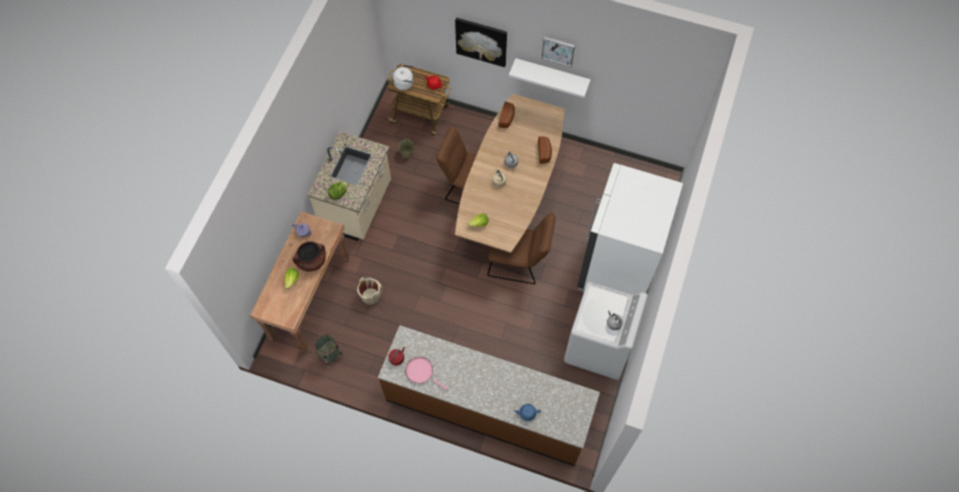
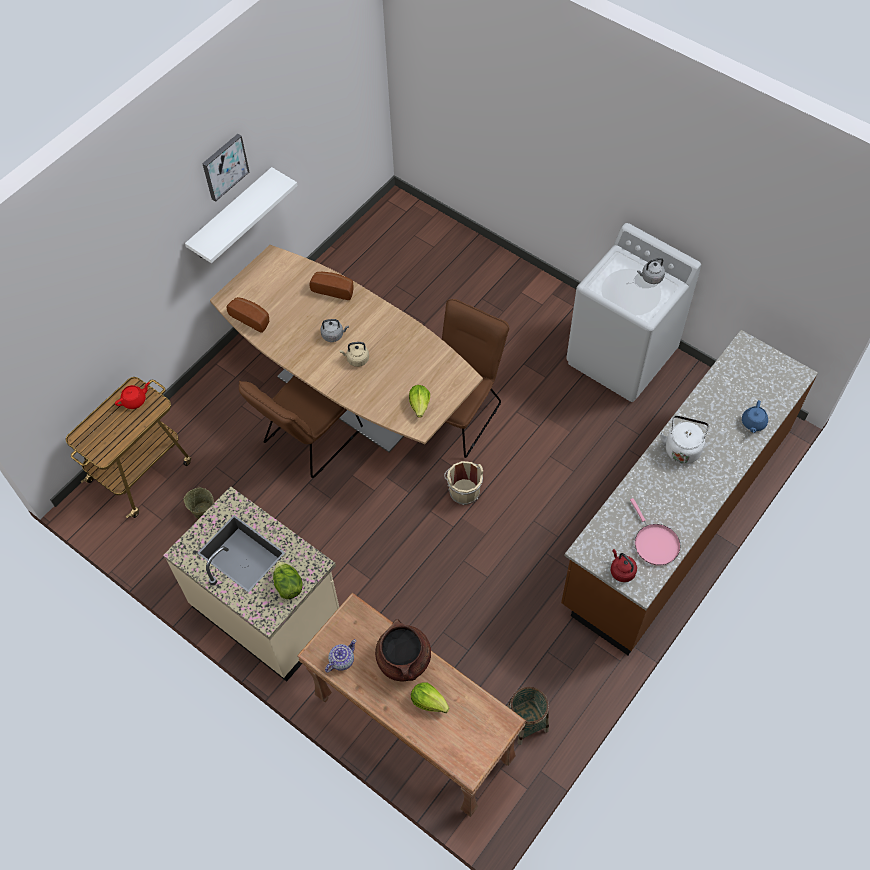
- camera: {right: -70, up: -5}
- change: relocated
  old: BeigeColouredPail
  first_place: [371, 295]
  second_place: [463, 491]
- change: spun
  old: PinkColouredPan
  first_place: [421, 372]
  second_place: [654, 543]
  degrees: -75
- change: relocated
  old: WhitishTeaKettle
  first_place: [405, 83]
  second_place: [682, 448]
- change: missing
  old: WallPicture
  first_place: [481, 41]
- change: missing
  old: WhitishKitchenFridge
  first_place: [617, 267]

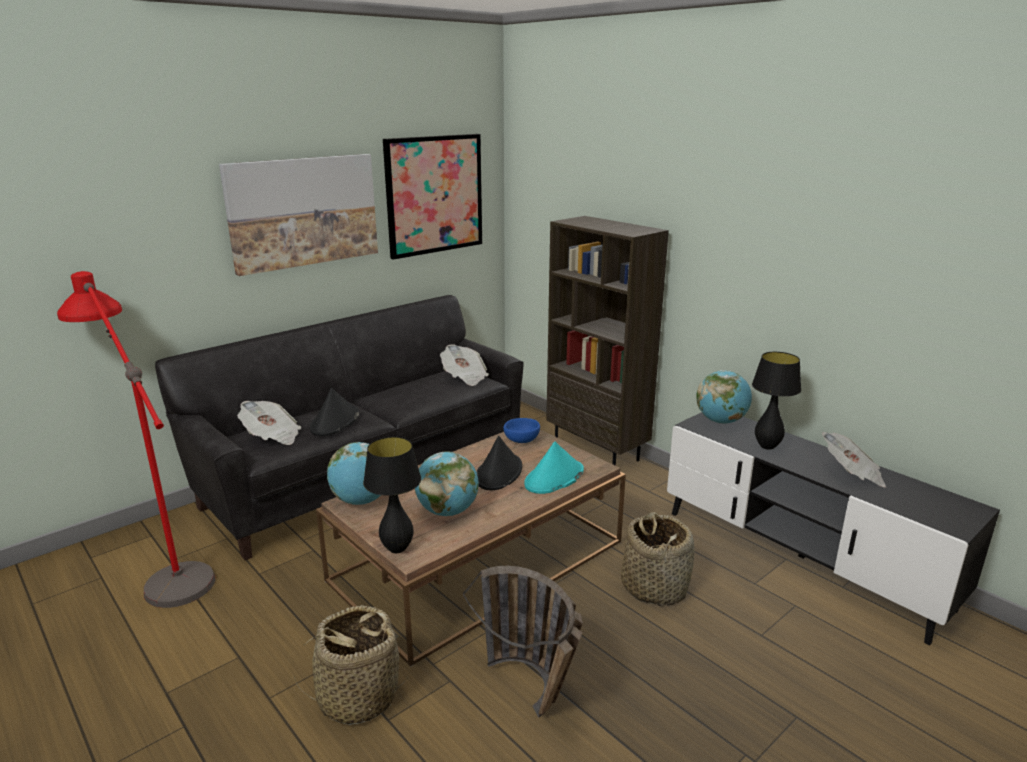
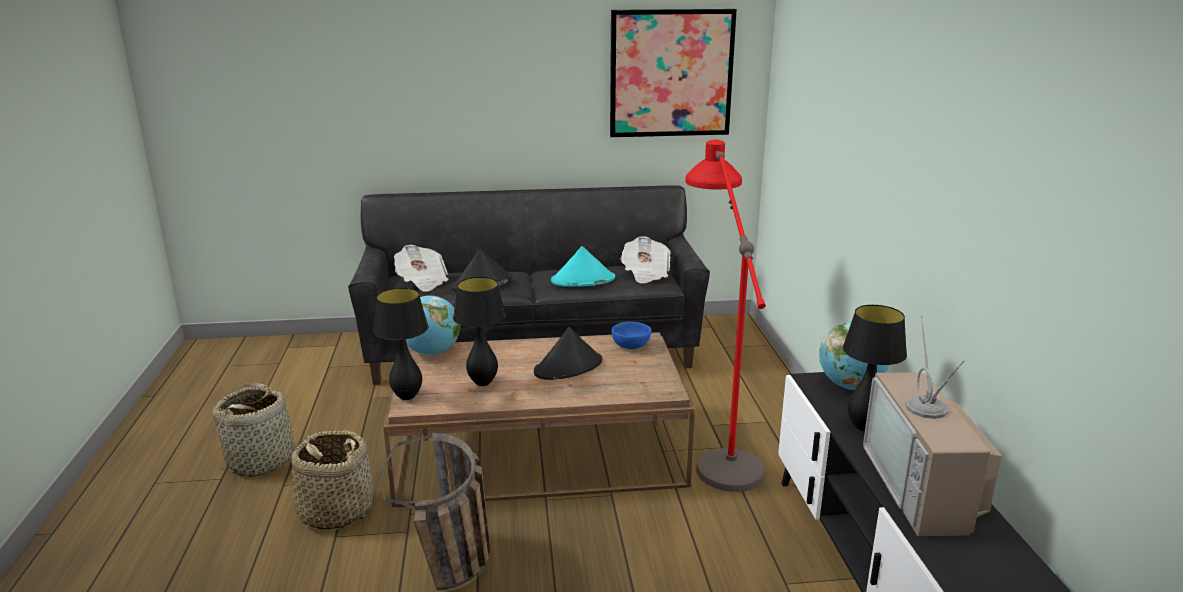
- camera: {right: 35, up: 0}
- change: relocated
  old: HouseholdBasket
  first_place: [654, 587]
  second_place: [261, 460]
- change: exchanged
  old: DeskGlobe
  new: BlackLampForATable
  first_place: [447, 511]
  second_place: [482, 382]
- change: relocated
  old: TurquoiseColouredClothingHat
  first_place: [554, 478]
  second_place: [583, 280]
- change: relocated
  old: ReddishFloorLamp
  first_place: [164, 564]
  second_place: [717, 445]
- change: exchanged
  old: Newspaper
  new: Television
  first_place: [851, 474]
  second_place: [924, 488]
- change: missing
  old: WallPicture
  first_place: [303, 211]
- change: missing
  old: BrownBookshelf
  first_place: [597, 452]

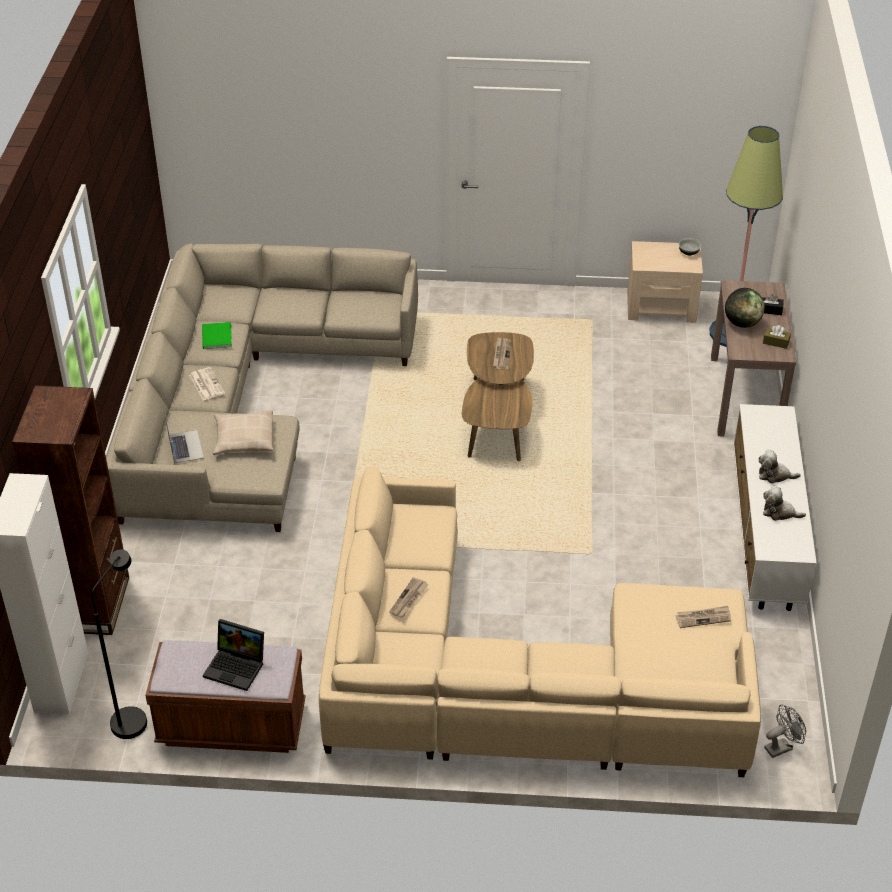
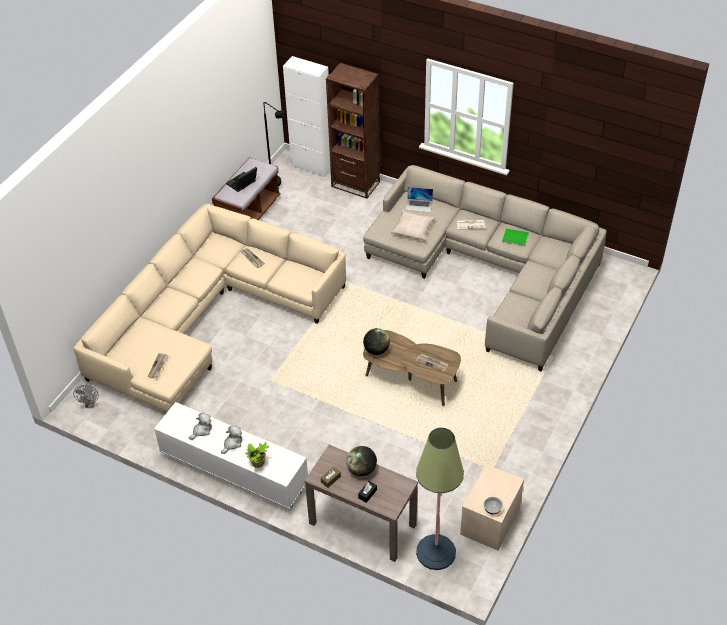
- camera: {right: 115, up: 5}
- change: appeared
  new: PlantInAPot
  second_place: [258, 463]
- change: appeared
  new: DeskGlobe
  second_place: [376, 350]

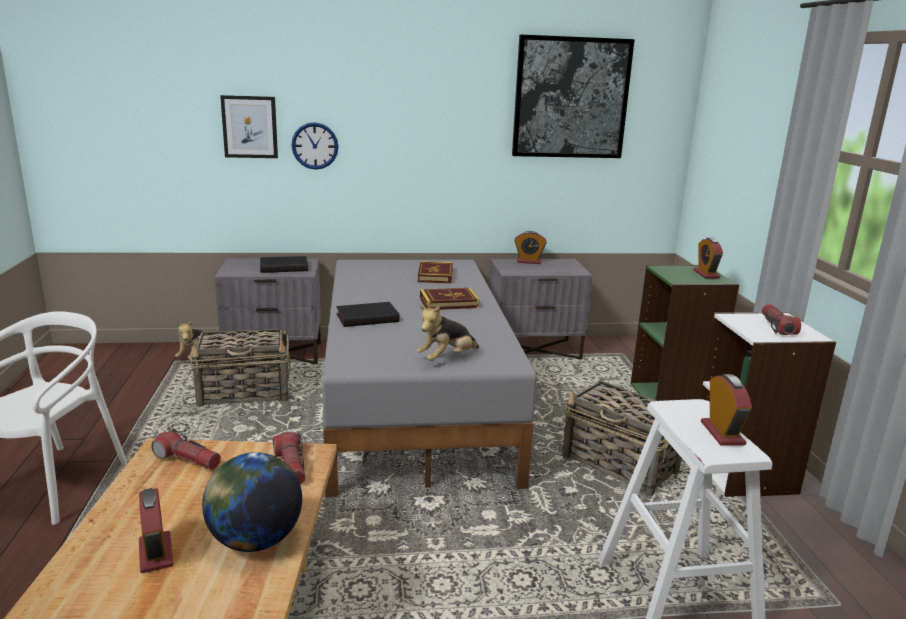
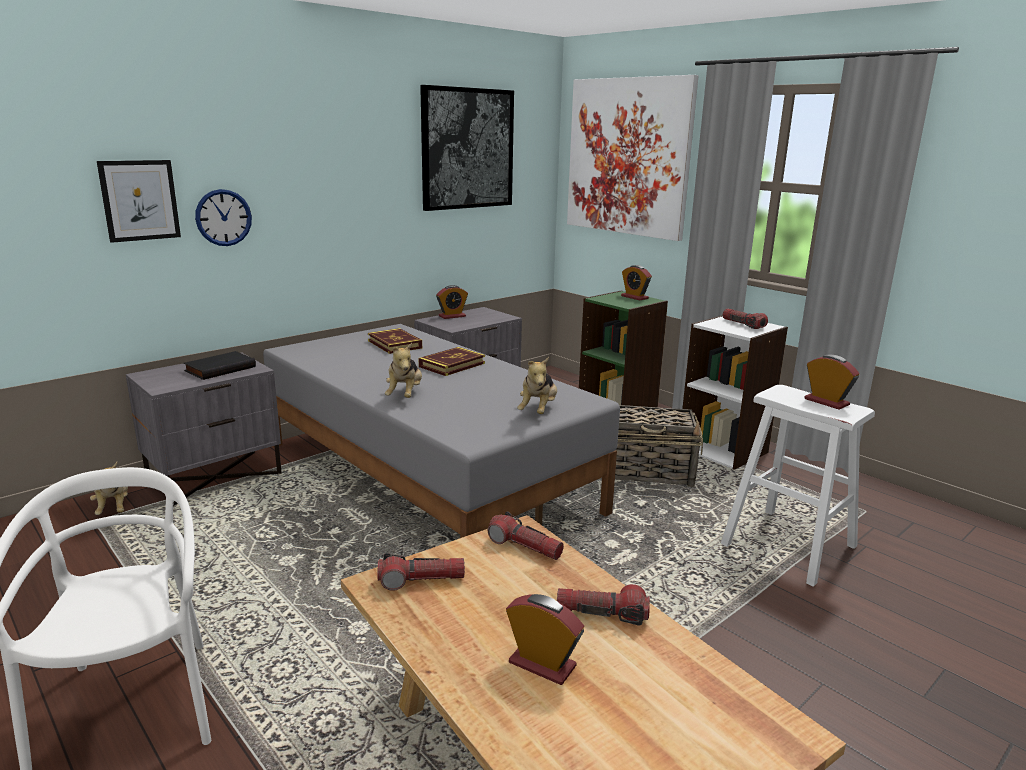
- camera: {right: -35, up: 0}
- change: exchanged
  old: BlackBoundBook
  new: SoftToy
  first_place: [367, 317]
  second_place: [405, 395]
- change: exchanged
  old: DeskGlobe
  new: Torch
  first_place: [255, 540]
  second_place: [602, 614]
- change: appeared
  new: WallPicture
  second_place: [628, 157]
- change: missing
  old: HouseholdBasket
  first_place: [245, 393]

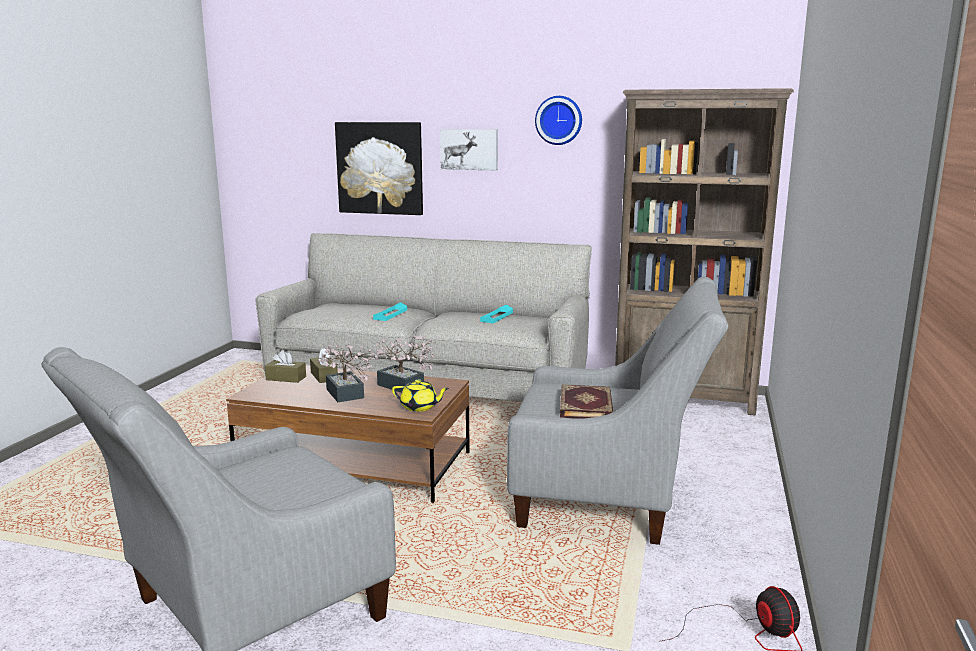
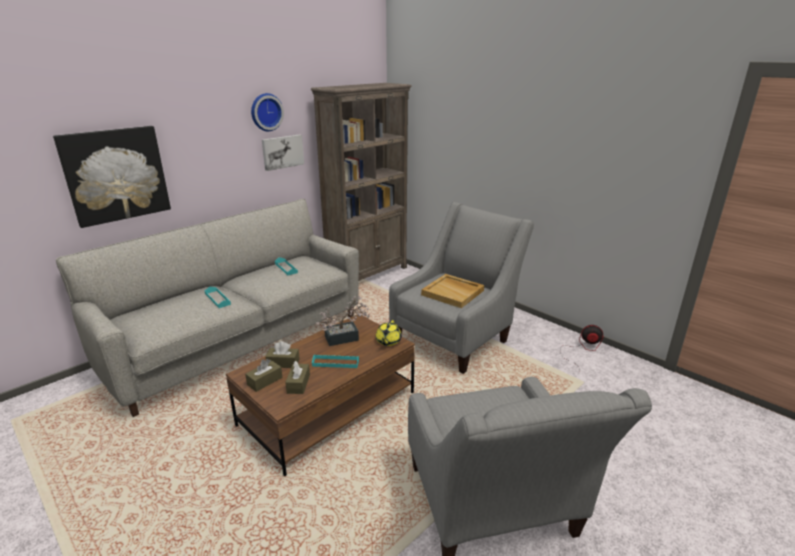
- camera: {right: -60, up: 10}
- change: relocated
  old: WallPicture
  first_place: [469, 149]
  second_place: [282, 152]
- change: appeared
  new: BrownBoxOfTissues
  second_place: [298, 384]
- change: exchanged
  old: PlantInAPot
  new: TurquoiseColouredTray
  first_place: [346, 395]
  second_place: [335, 363]
- change: spun
  old: YellowishPotForTea
  first_place: [419, 407]
  second_place: [388, 341]
  degrees: 150
- change: exchanged
  old: BoundBook
  new: BeigeColouredTray
  first_place: [587, 406]
  second_place: [453, 292]

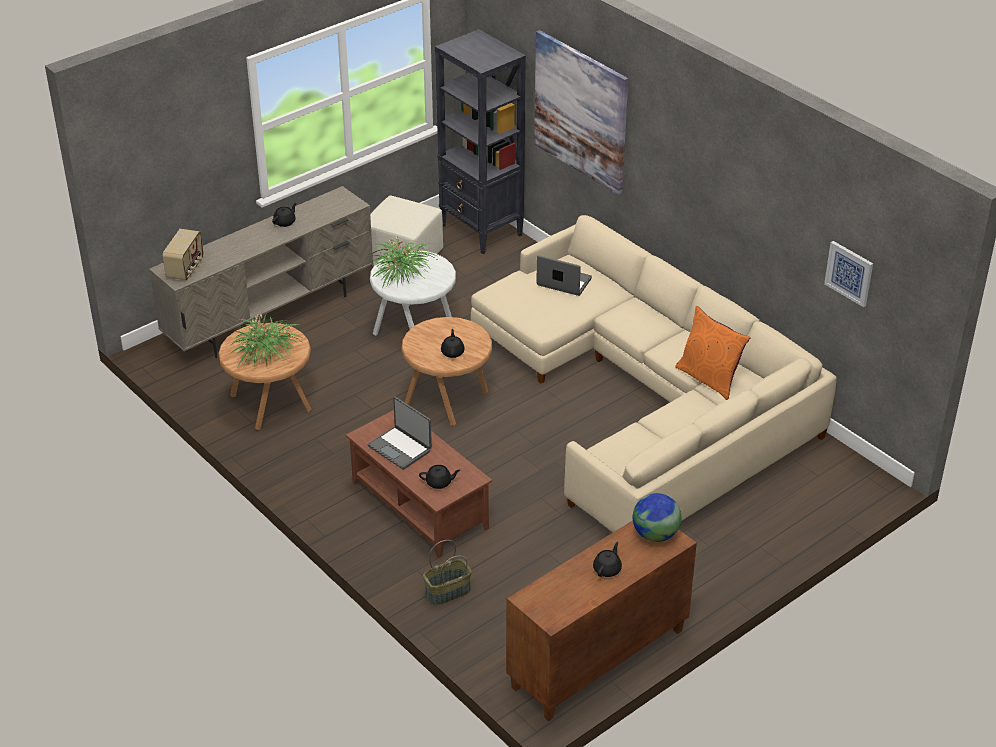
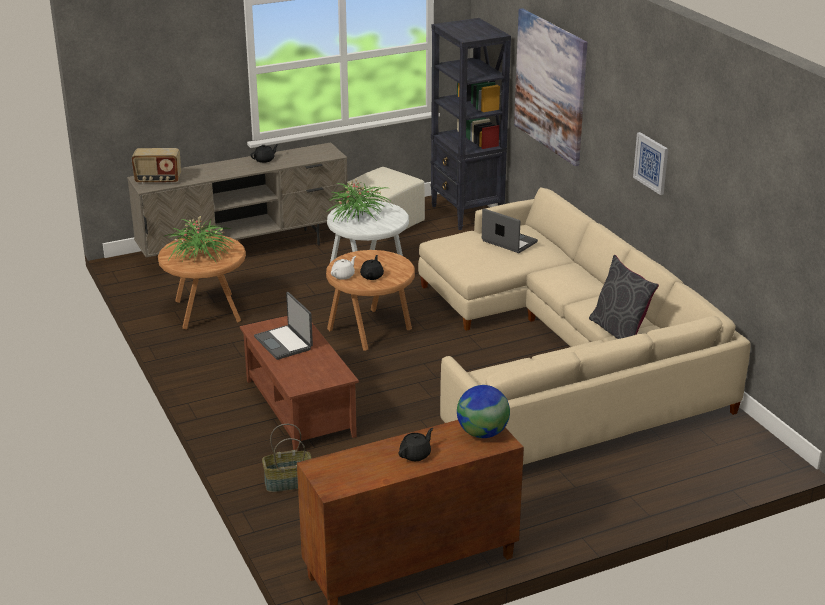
- camera: {right: 15, up: -10}
- change: spun
  old: Radio
  first_place: [186, 269]
  second_place: [158, 180]
  degrees: 60
- change: appeared
  new: WhitishPotForTea
  second_place: [343, 275]
- change: colour
  old: OrangeyThrowPillow
  new: GreyishThrowPillow
  first_place: [709, 378]
  second_place: [619, 332]
- change: relocated
  old: WallPicture
  first_place: [849, 273]
  second_place: [651, 163]
- change: missing
  old: BlackPotForTea
  first_place: [439, 482]

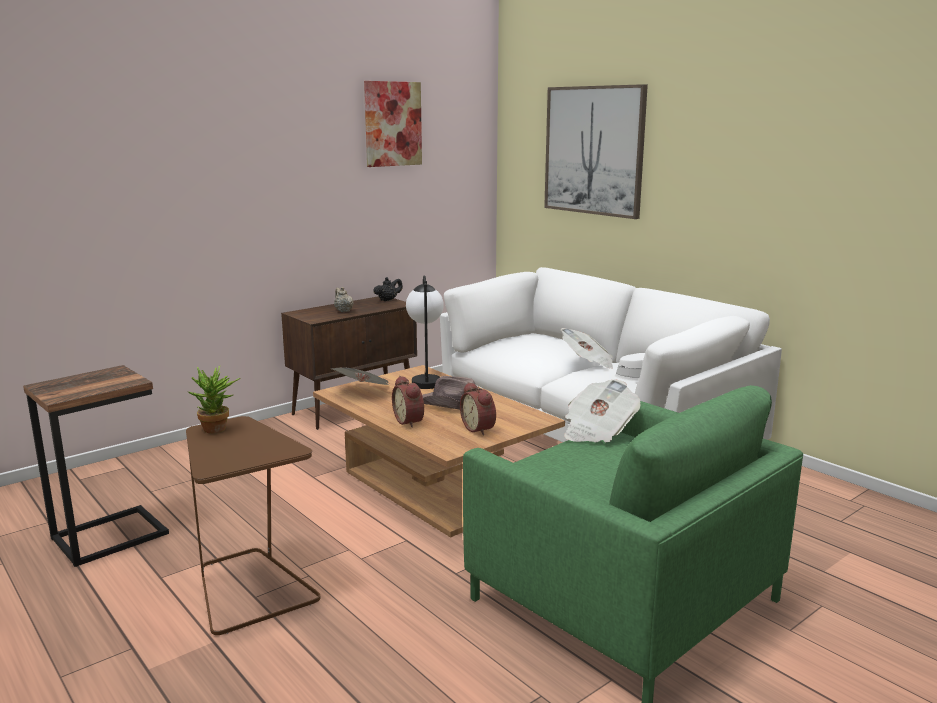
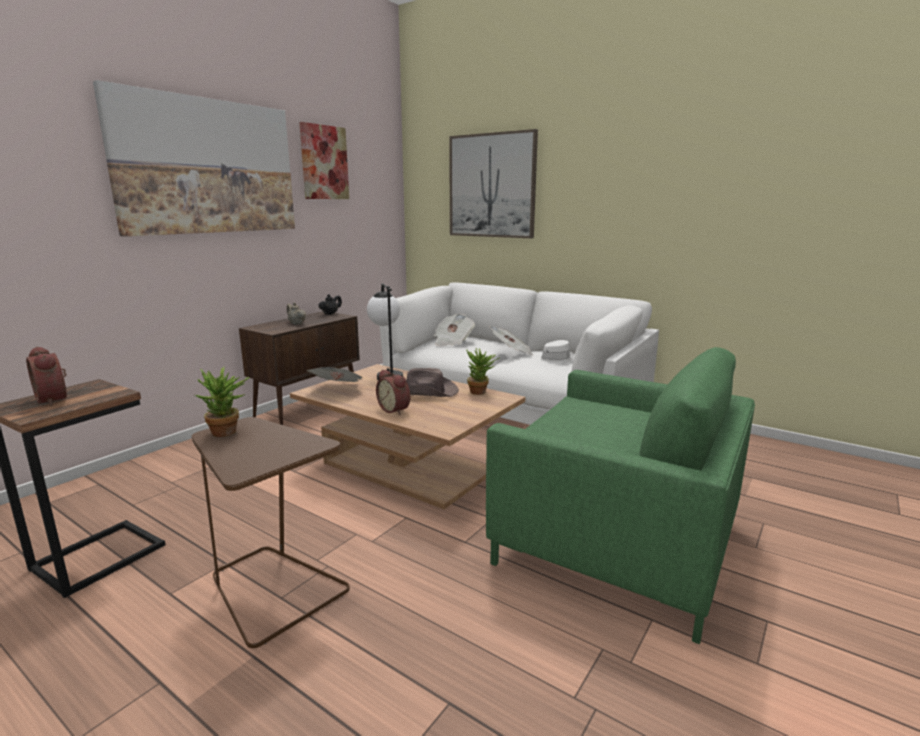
- camera: {right: -15, up: 0}
- change: relocated
  old: BedsideClock
  first_place: [480, 429]
  second_place: [55, 399]
- change: appeared
  new: WallPicture
  second_place: [208, 167]
- change: relocated
  old: Newspaper
  first_place: [597, 431]
  second_place: [452, 341]
- change: appeared
  new: PlantInAPot
  second_place: [481, 392]

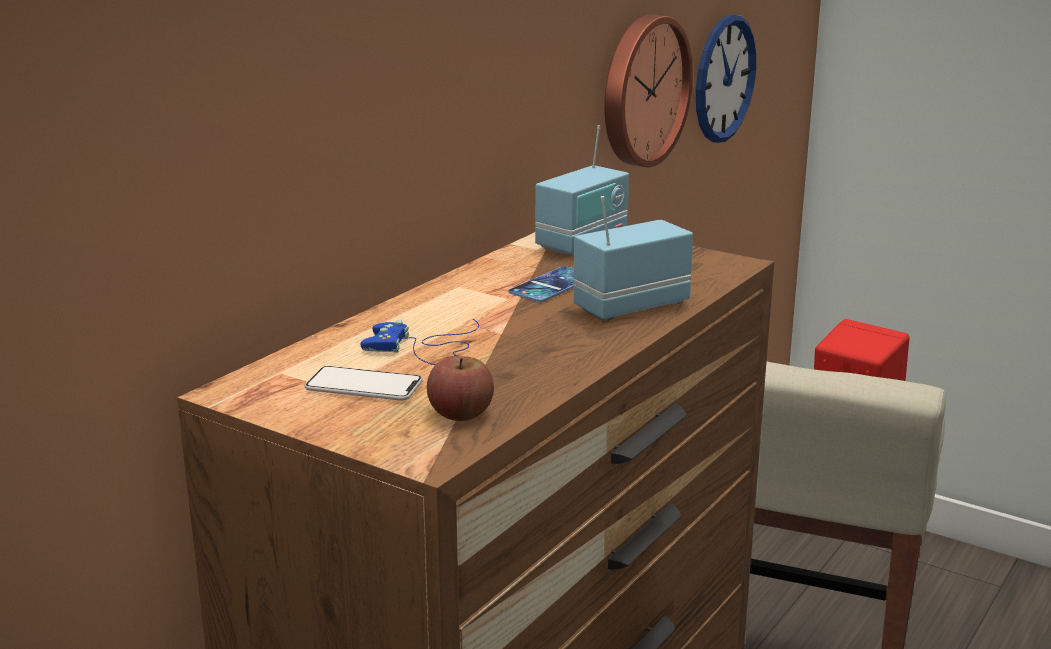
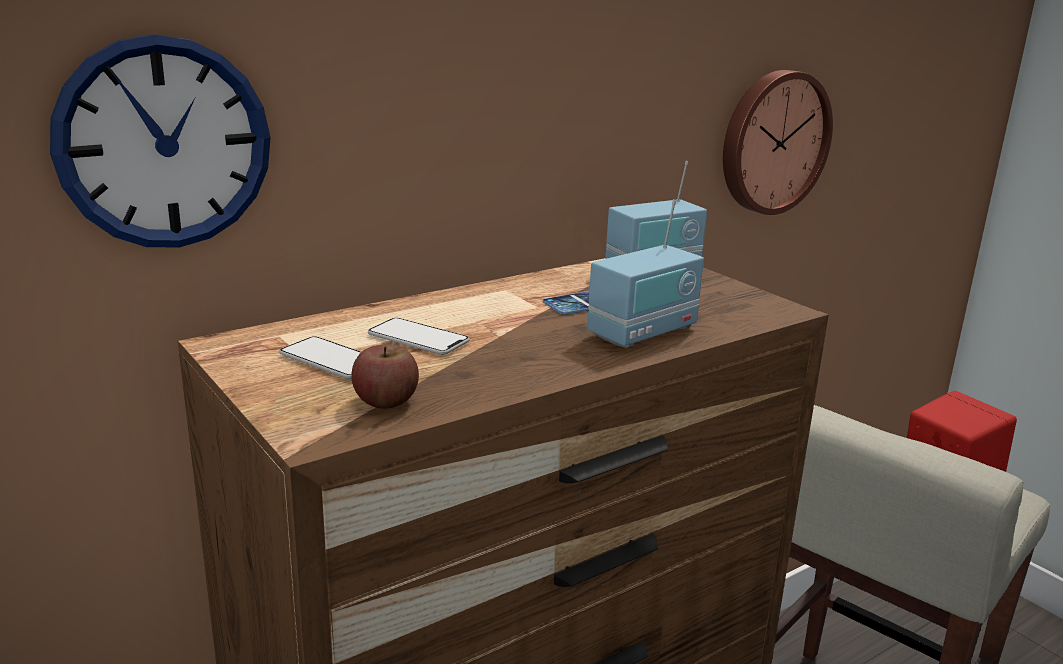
- camera: {right: 20, up: 0}
- change: relocated
  old: HangingClock
  first_place: [724, 79]
  second_place: [165, 144]
- change: exchanged
  old: BluishGamepad
  new: Phone
  first_place: [426, 350]
  second_place: [418, 338]
- change: spun
  old: Radio
  first_place: [630, 306]
  second_place: [643, 332]
  degrees: 150

